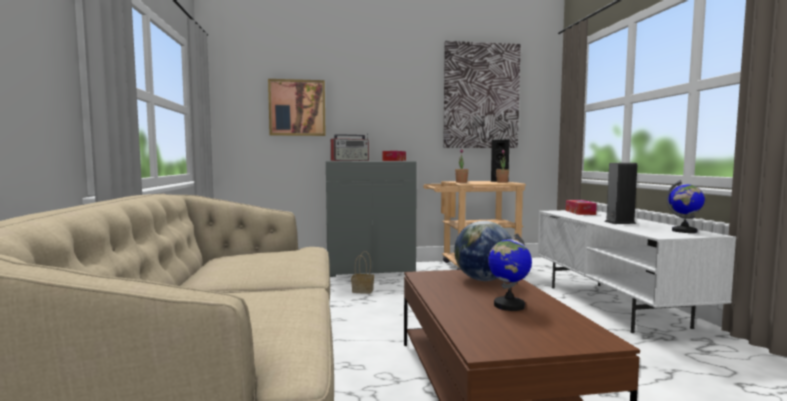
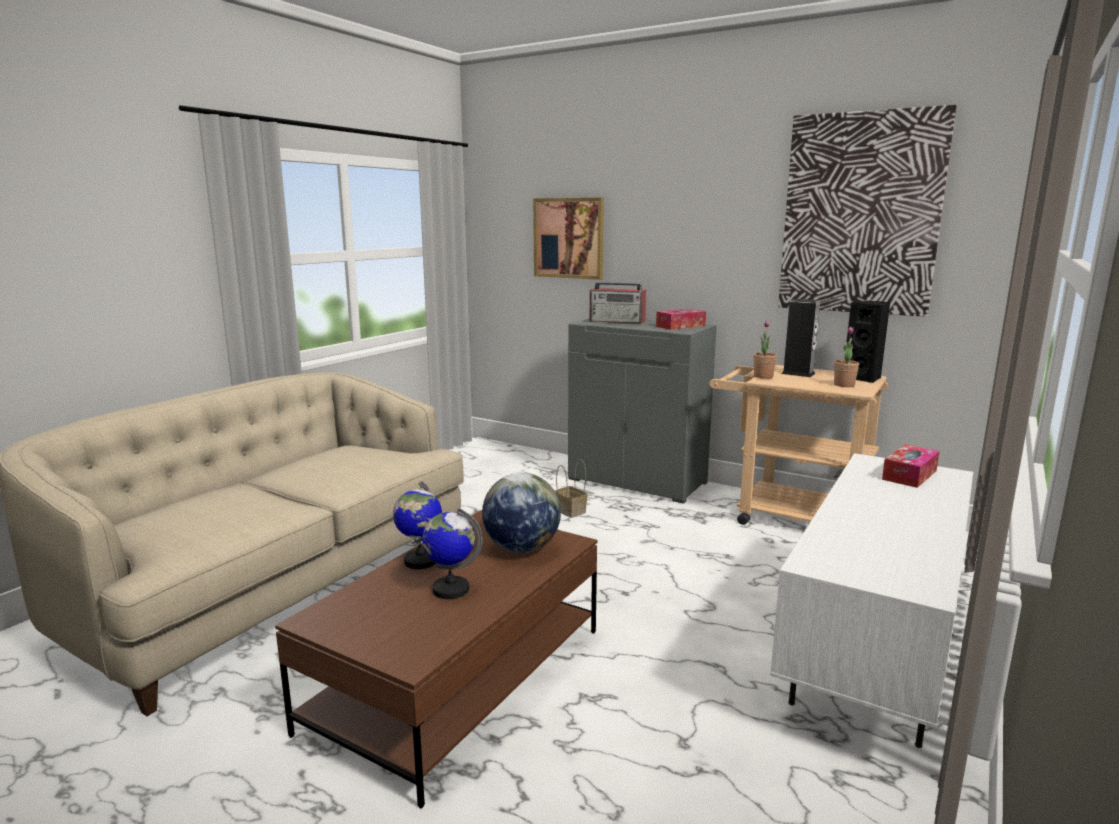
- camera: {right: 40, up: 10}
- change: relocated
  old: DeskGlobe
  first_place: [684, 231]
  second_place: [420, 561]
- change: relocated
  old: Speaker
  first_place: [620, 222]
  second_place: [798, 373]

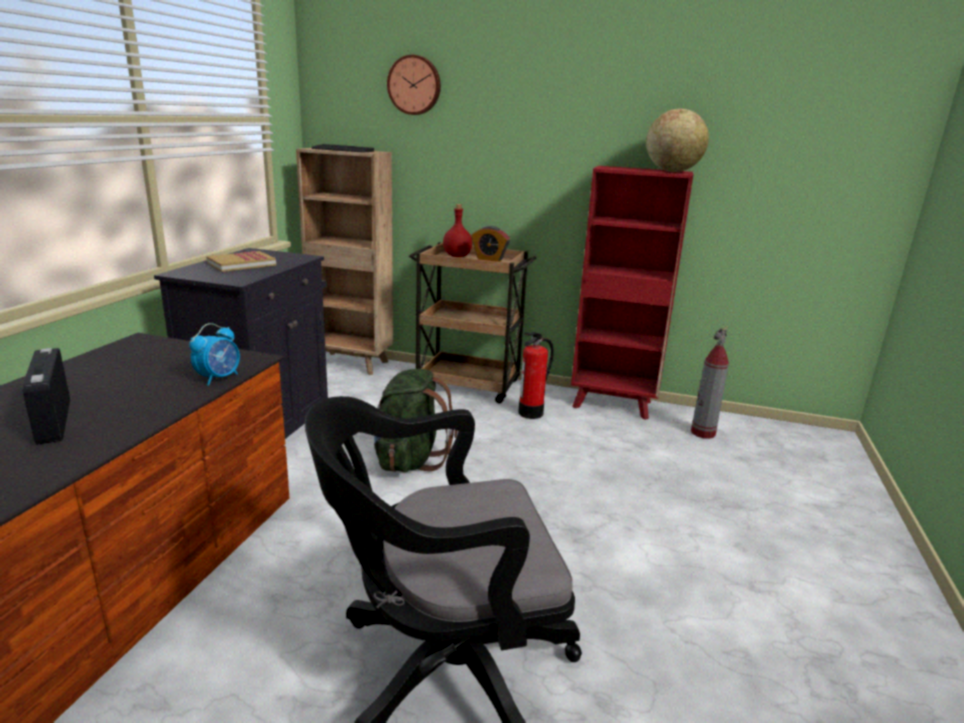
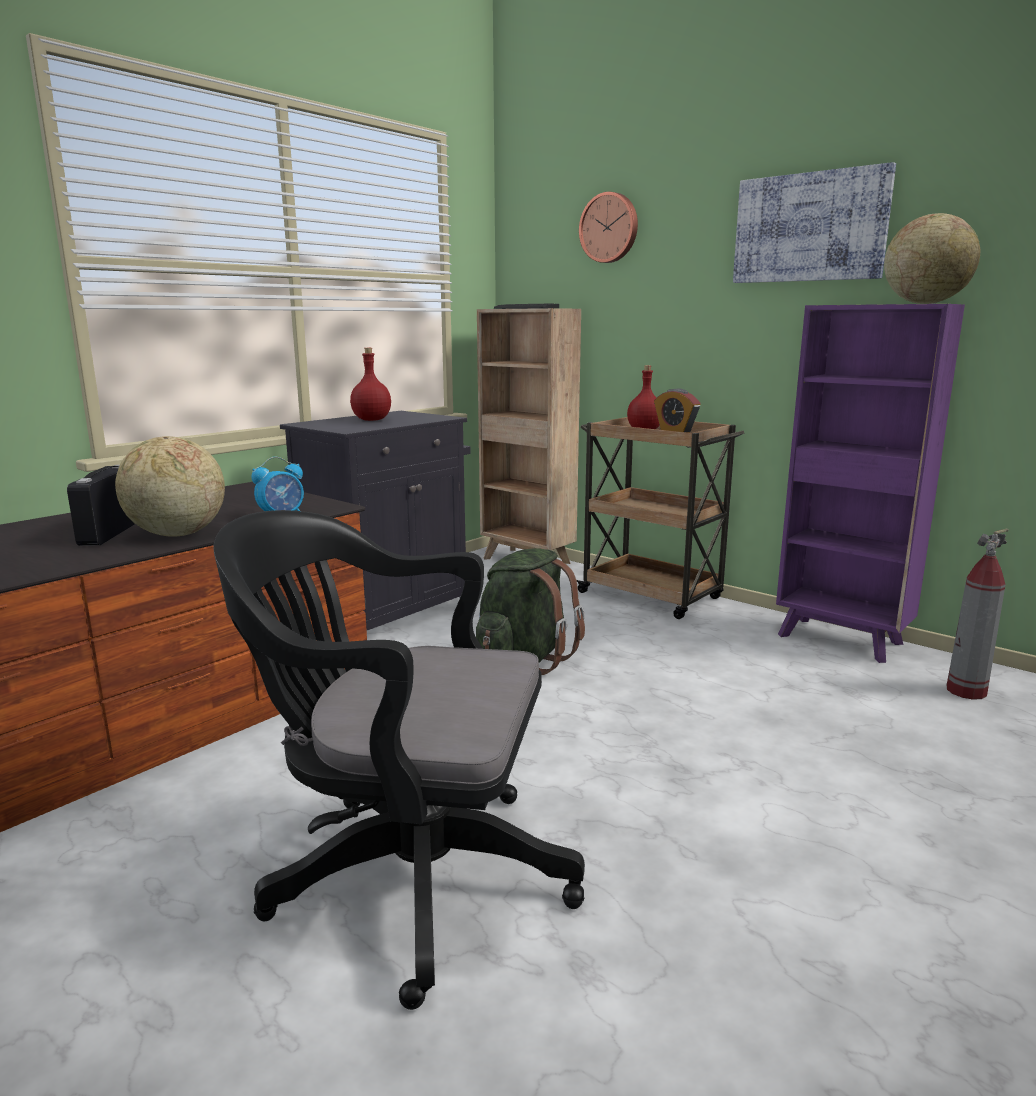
- camera: {right: 25, up: -5}
- change: appeared
  new: DeskGlobe
  second_place: [176, 534]
- change: exchanged
  old: BoundBook
  new: ReddishBottle
  first_place: [241, 264]
  second_place: [372, 420]
- change: appeared
  new: WallPicture
  second_place: [809, 227]
- change: colour
  old: ReddishBookshelf
  new: PurpleBookshelf
  first_place: [613, 405]
  second_place: [842, 640]
- change: missing
  old: Extinguisher
  first_place: [531, 413]

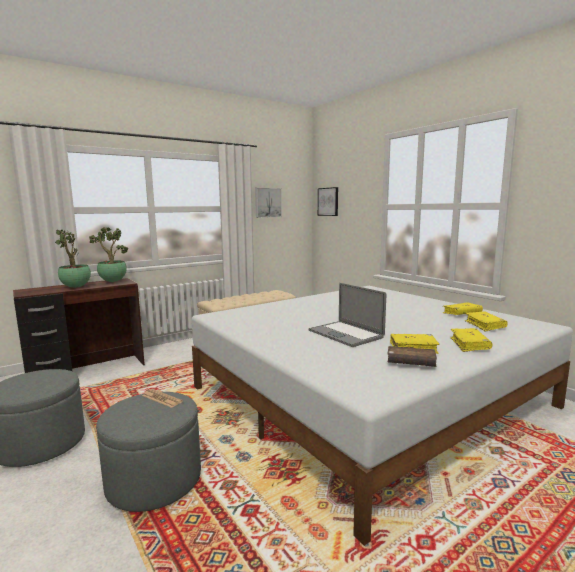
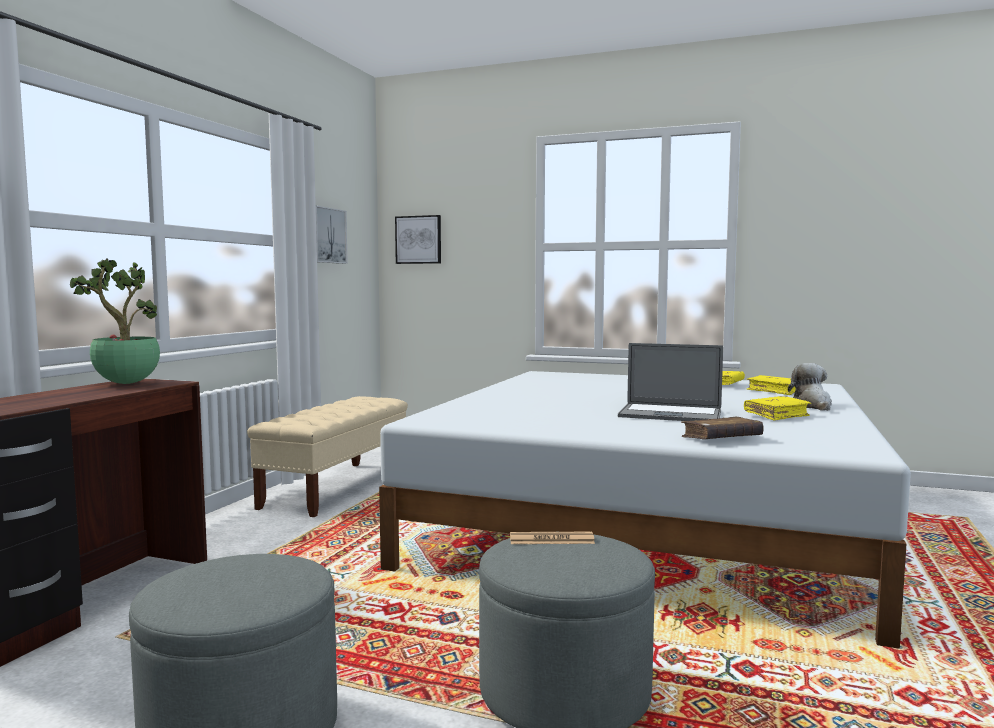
- camera: {right: -35, up: -5}
- change: relocated
  old: BrownBoundBook
  first_place: [411, 363]
  second_place: [721, 439]
- change: exchanged
  old: YellowishBoundBook
  new: SoftToy
  first_place: [469, 345]
  second_place: [812, 406]
- change: missing
  old: PlantInAPot
  first_place: [75, 287]

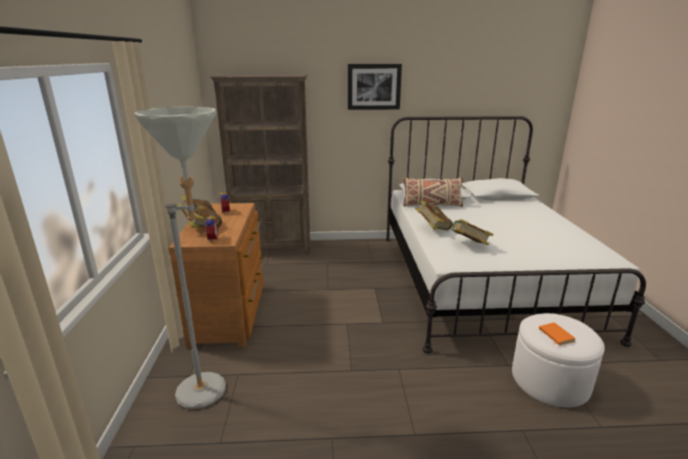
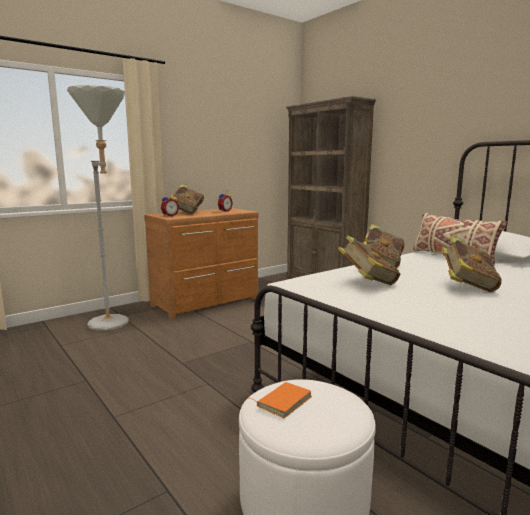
- camera: {right: 55, up: -10}
- change: appeared
  new: BoundBook
  second_place: [467, 286]
- change: missing
  old: WallPicture
  first_place: [374, 87]

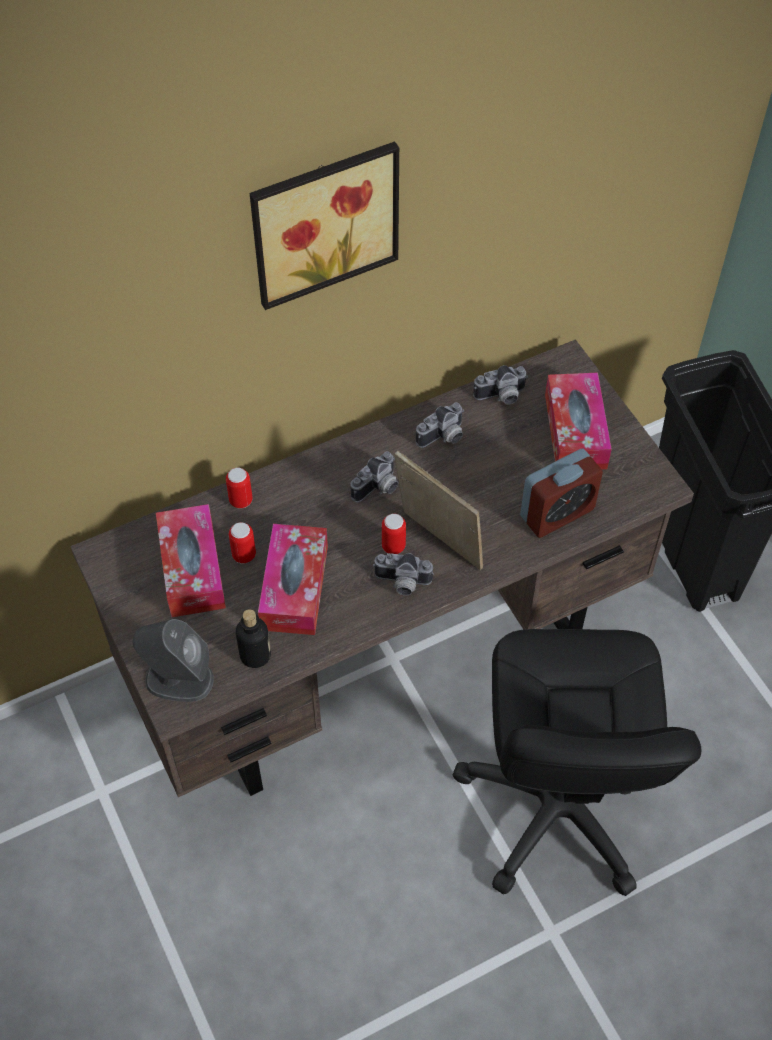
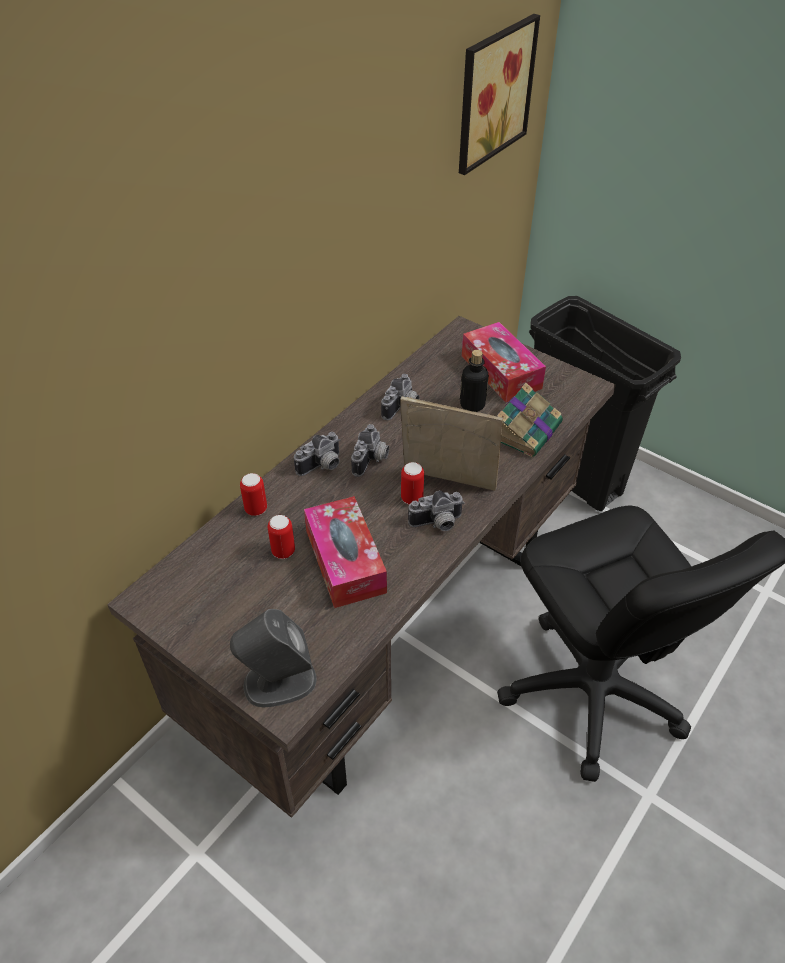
- camera: {right: -25, up: -10}
- change: relocated
  old: PhotoCamera
  first_place: [501, 397]
  second_place: [322, 466]
- change: relocated
  old: WallPicture
  first_place: [322, 220]
  second_place: [491, 93]
- change: relocated
  old: Bottle
  first_place: [255, 655]
  second_place: [472, 404]
- change: exchanged
  old: BedsideClock
  new: BoundBook
  first_place: [557, 513]
  second_place: [526, 430]
- change: missing
  old: BoxOfTissues
  first_place: [192, 569]

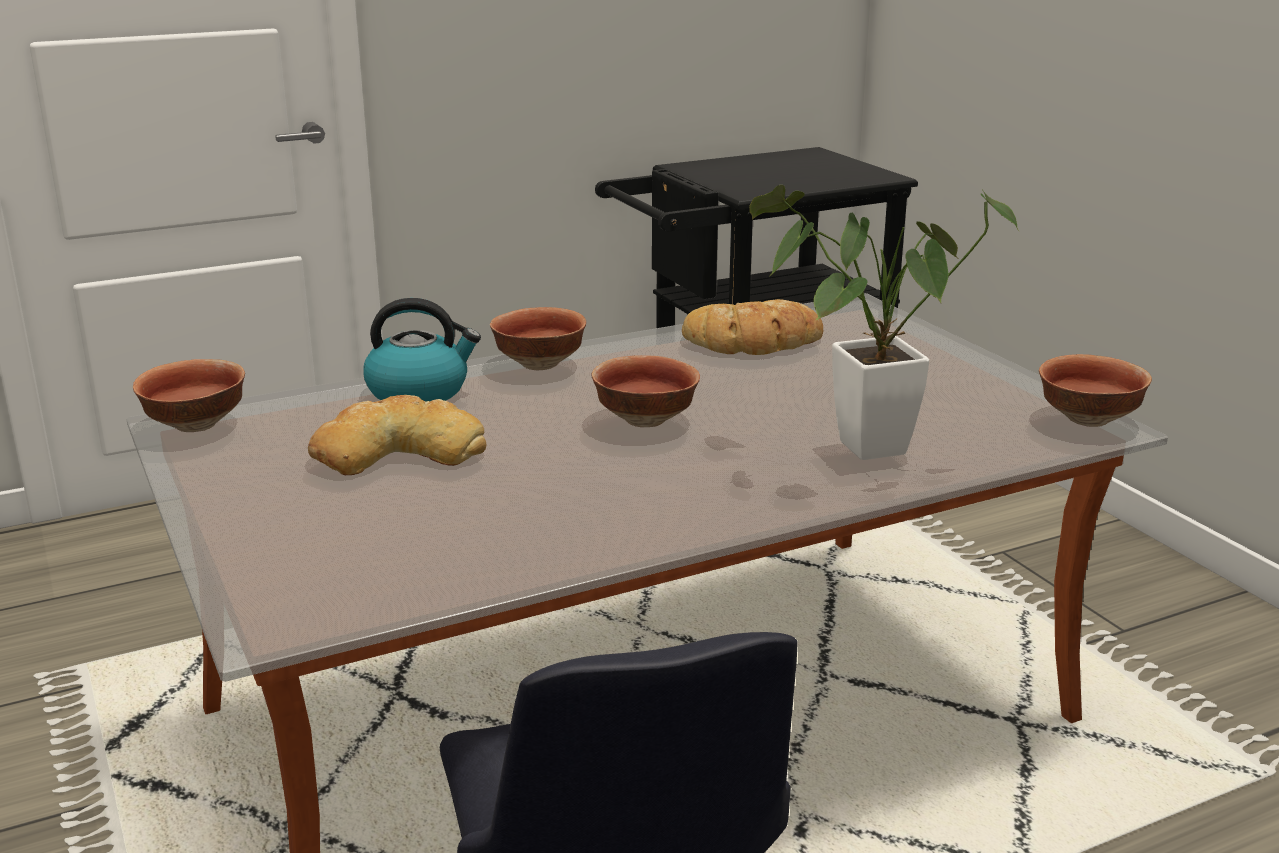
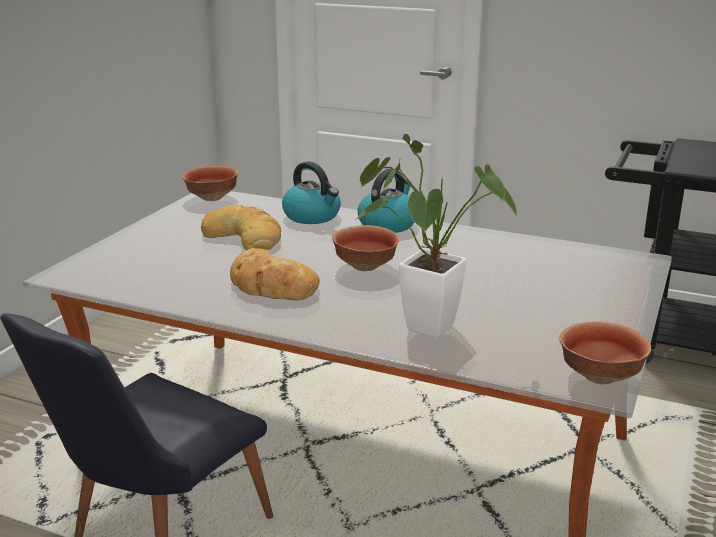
- camera: {right: 50, up: 0}
- change: relocated
  old: BakeryBread
  first_place: [754, 342]
  second_place: [271, 285]
- change: exchanged
  old: DeepDish
  new: TeaKettle
  first_place: [538, 365]
  second_place: [387, 224]

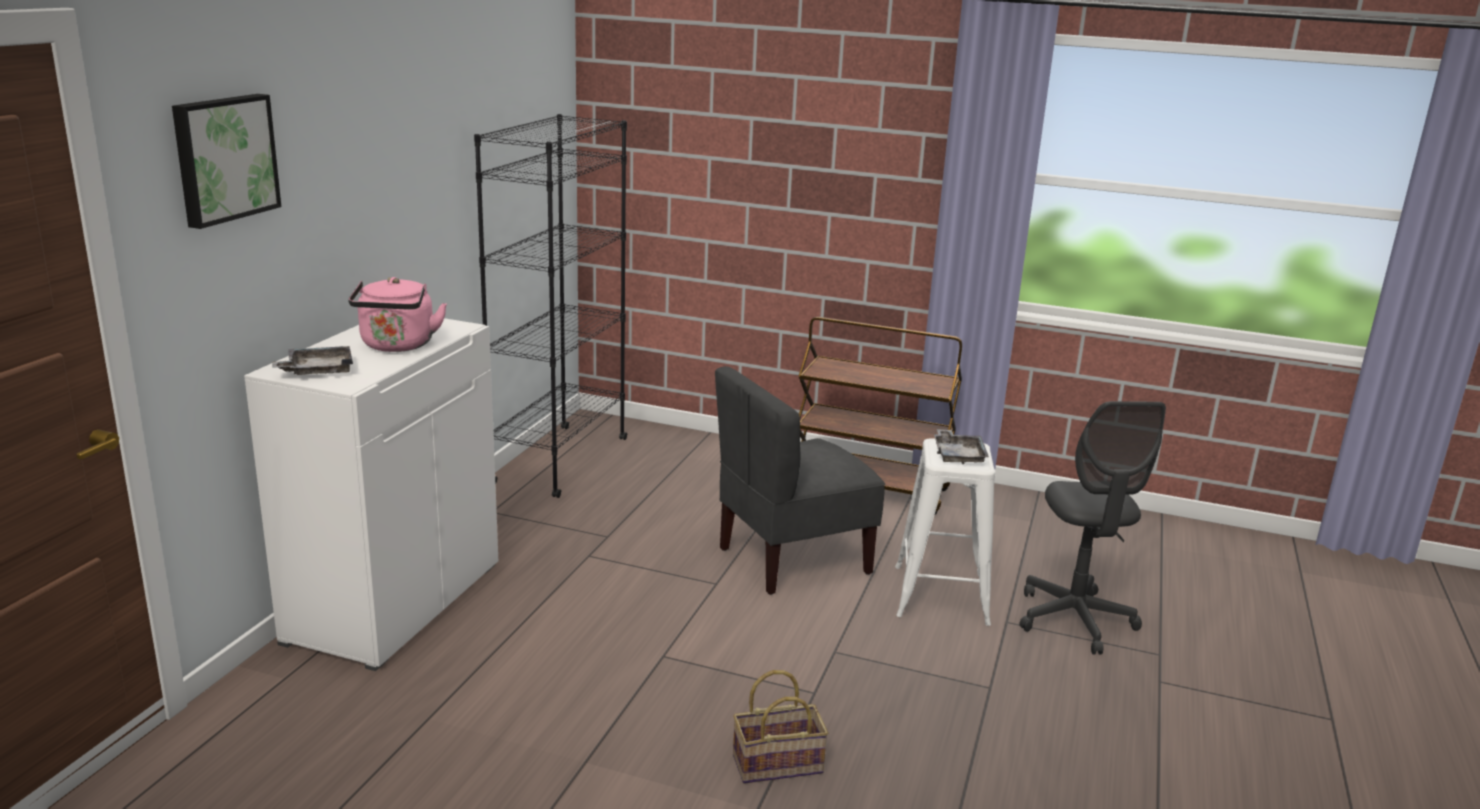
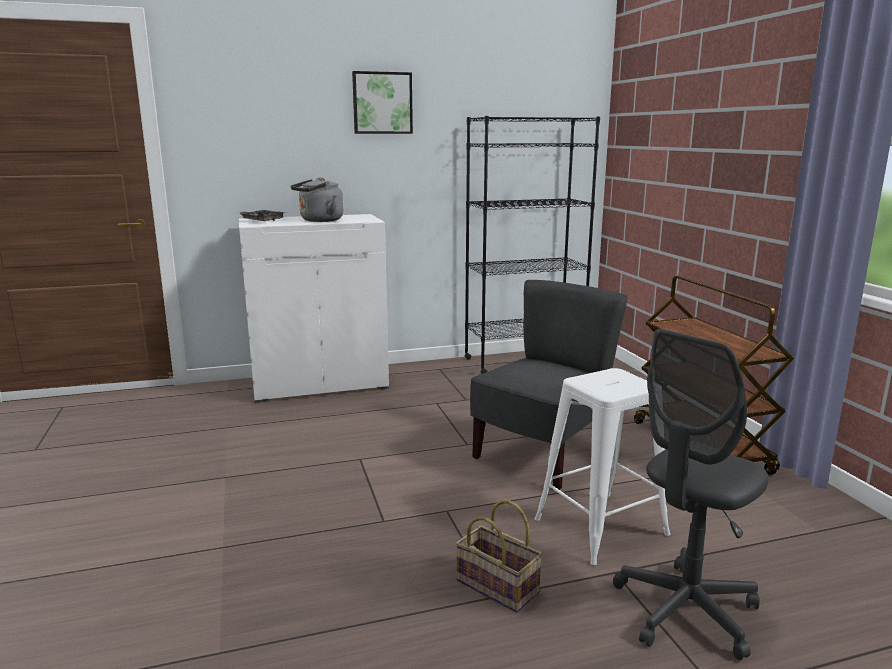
- camera: {right: 55, up: -5}
- change: colour
  old: PinkColouredTeaKettle
  new: GreyishTeaKettle
  first_place: [397, 346]
  second_place: [319, 220]
- change: relocated
  old: WallPicture
  first_place: [224, 158]
  second_place: [382, 103]
- change: relocated
  old: HouseholdBasket
  first_place: [779, 763]
  second_place: [500, 586]
- change: spun
  old: GreyishPlainChair
  first_place: [792, 560]
  second_place: [541, 456]
  degrees: 105
- change: missing
  old: GreyishTray
  first_place: [958, 455]

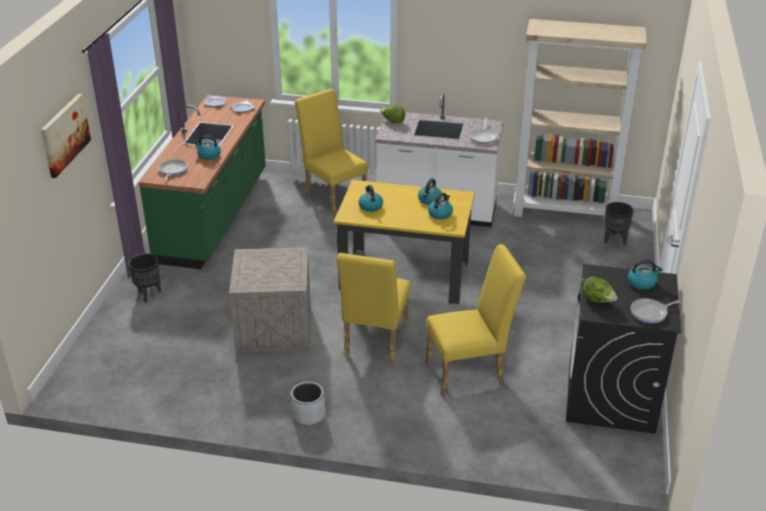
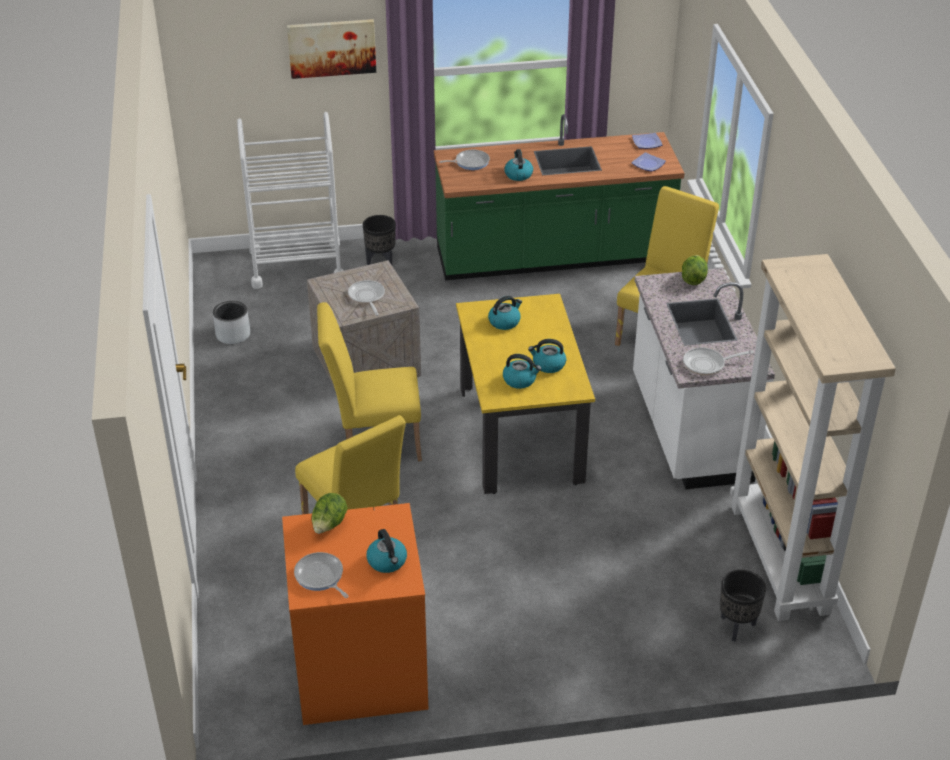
- camera: {right: 70, up: 5}
- change: relocated
  old: GreyishFlowerPot
  first_place: [308, 414]
  second_place: [233, 335]
- change: appeared
  new: WhitishTrolley
  second_place: [296, 265]
- change: colour
  old: BlackWashingMachine
  new: OrangeyWashingMachine
  first_place: [611, 397]
  second_place: [359, 671]
- change: appeared
  new: Pan
  second_place: [367, 297]

